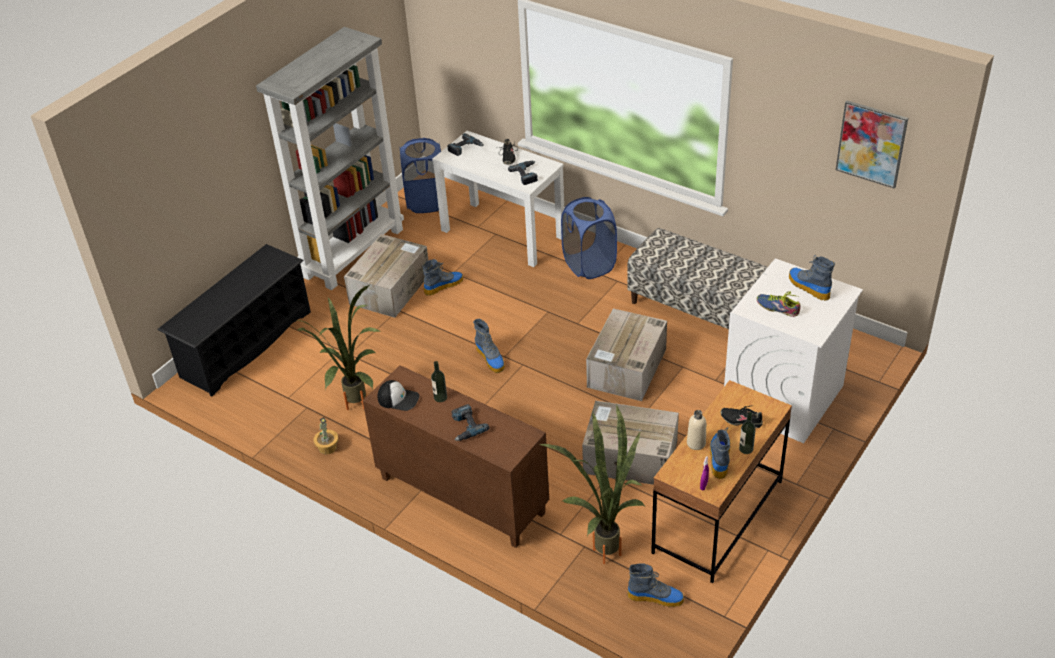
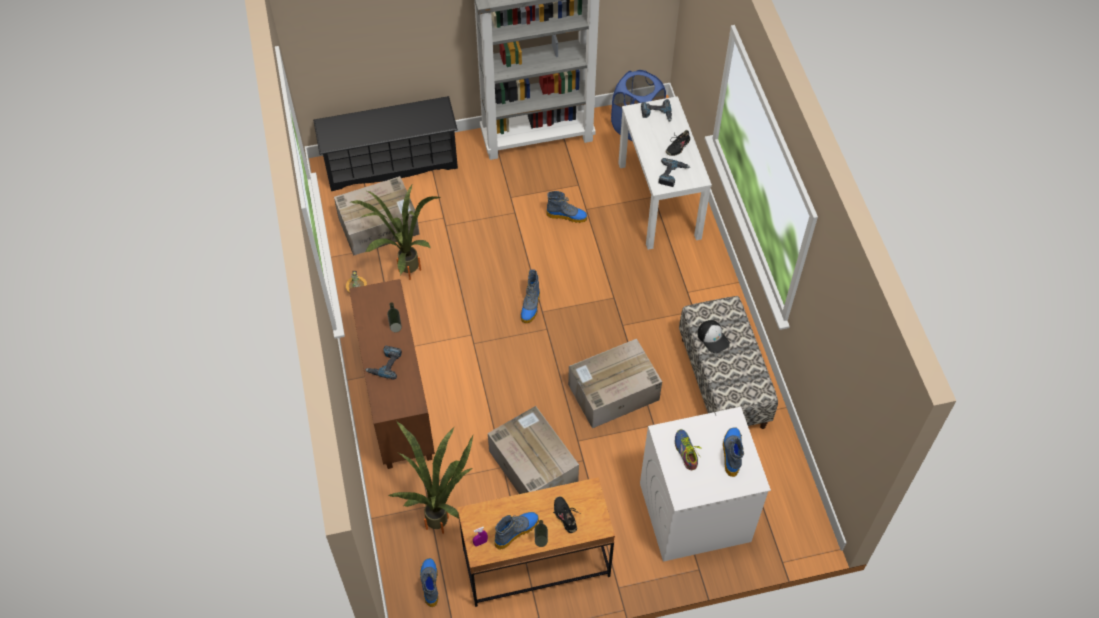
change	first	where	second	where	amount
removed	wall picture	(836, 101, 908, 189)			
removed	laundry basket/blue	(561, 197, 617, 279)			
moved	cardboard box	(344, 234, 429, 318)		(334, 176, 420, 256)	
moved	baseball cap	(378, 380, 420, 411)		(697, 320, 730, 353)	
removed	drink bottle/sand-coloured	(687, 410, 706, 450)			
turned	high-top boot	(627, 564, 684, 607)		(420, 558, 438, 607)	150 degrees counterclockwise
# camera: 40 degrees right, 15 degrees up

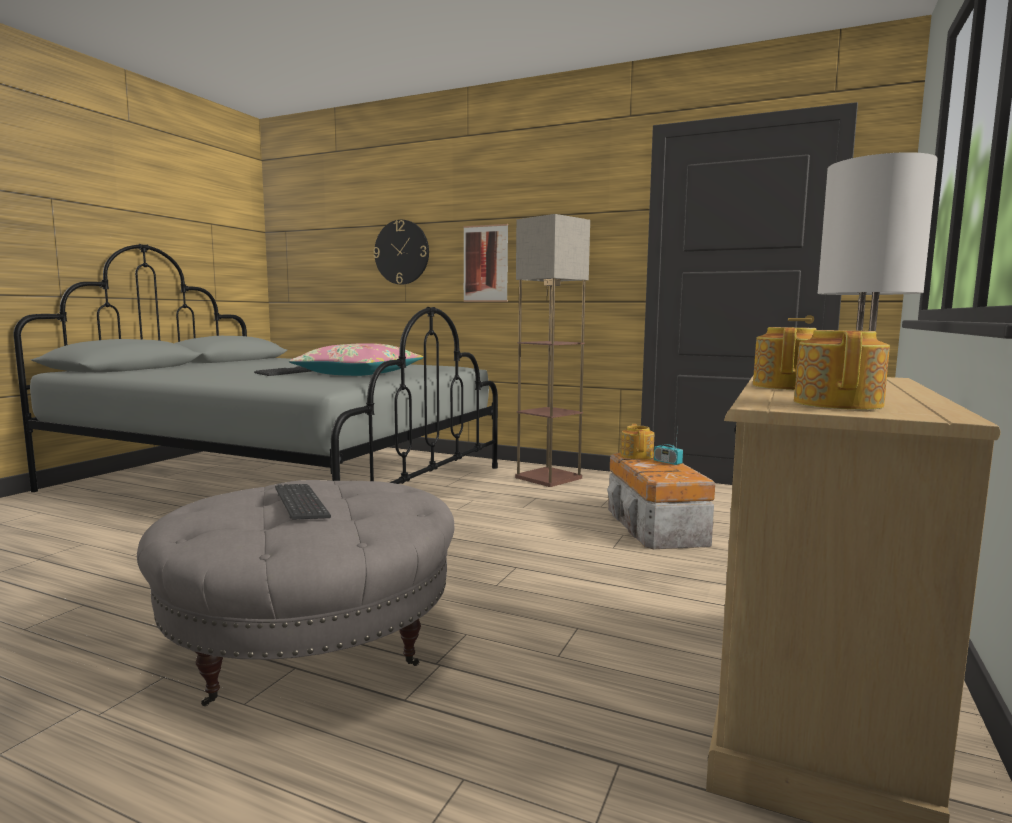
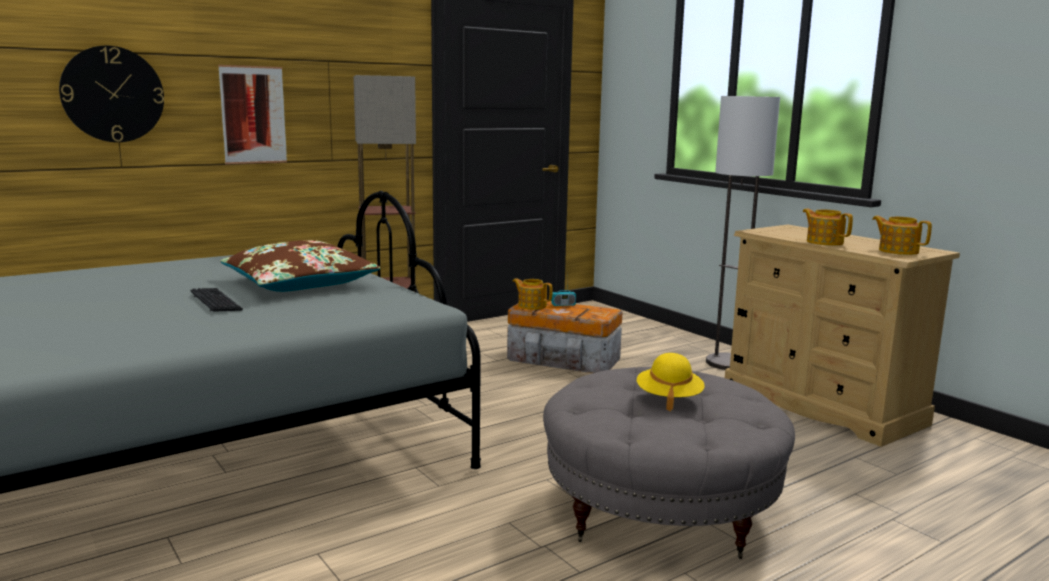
change	first	where	second	where	amount
recoloured	pillow/pink-coloured	(289, 343, 423, 376)	pillow/brown-coloured	(220, 240, 380, 292)	
replaced	PC keyboard	(275, 484, 331, 520)	clothing hat/yellow-coloured	(637, 353, 705, 411)	
# camera: 60 degrees left, 5 degrees up

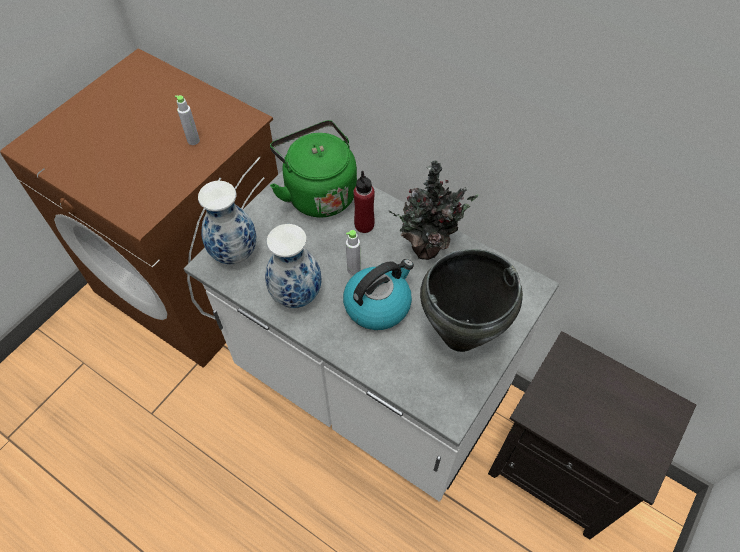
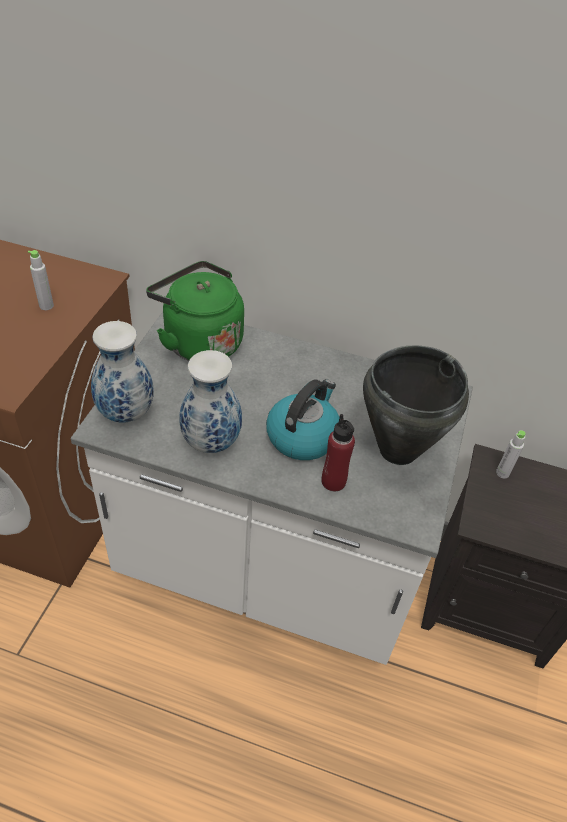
change	first	where	second	where	amount
removed	plant in a pot	(388, 160, 478, 260)			
moved	drink bottle/red	(353, 171, 375, 233)		(322, 414, 355, 491)	
moved	drink bottle/grey	(346, 230, 361, 275)		(496, 430, 526, 479)	
# camera: 20 degrees left, 10 degrees down

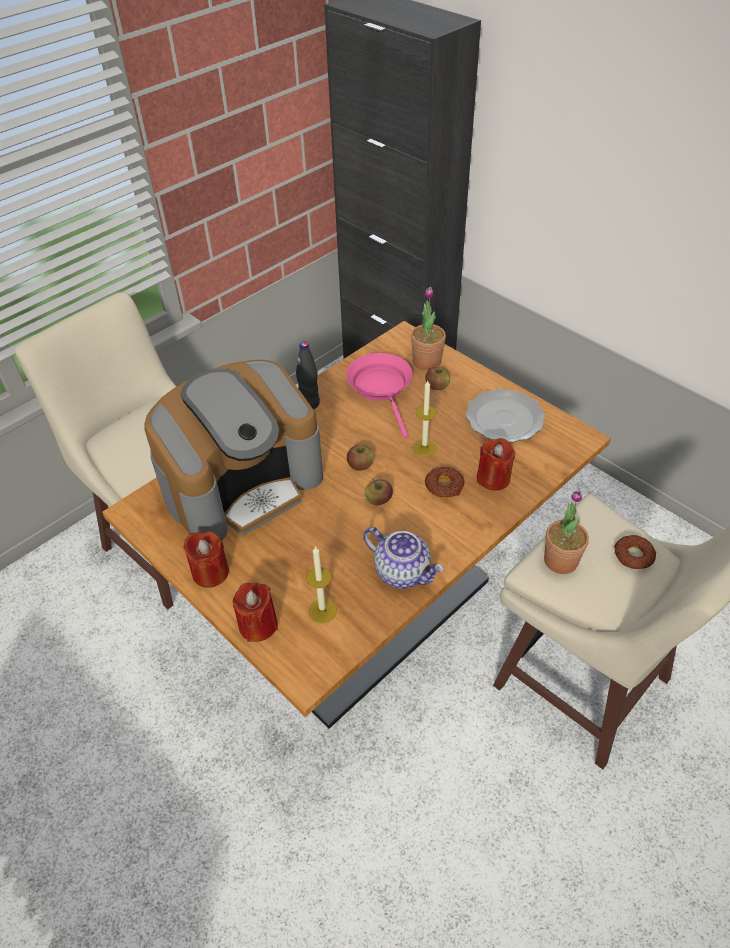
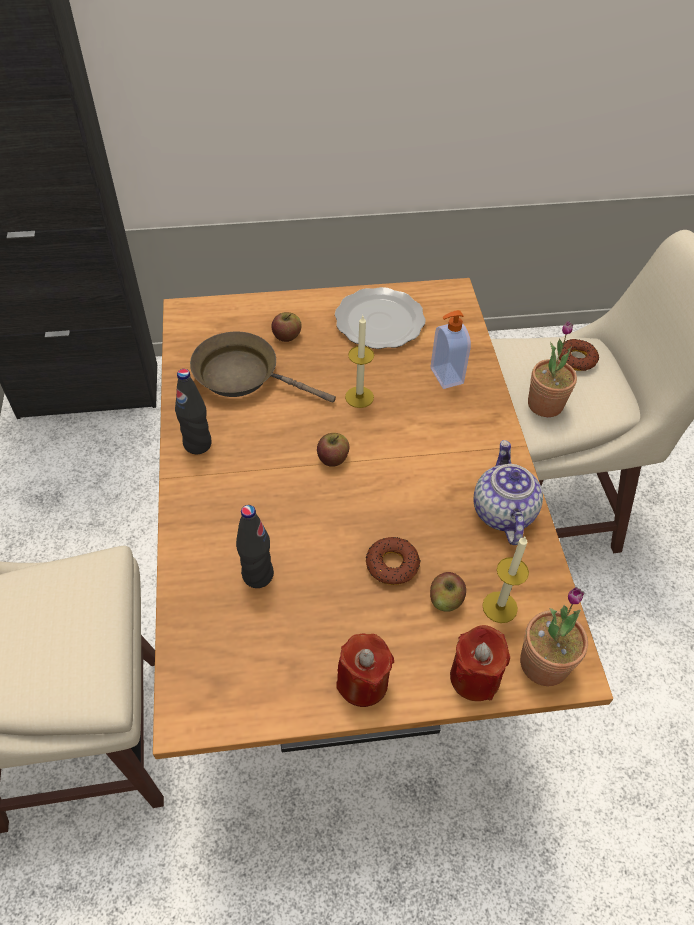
change	first	where	second	where	amount
moved	plant in a pot	(411, 287, 446, 370)		(520, 587, 588, 686)	
recoloured	skillet/pink-coloured	(346, 353, 412, 439)	skillet/brown-coloured	(190, 331, 336, 402)	
replaced	coffee machine	(144, 360, 323, 540)	drink bottle/black	(236, 505, 274, 588)	
replaced	candle/red	(477, 438, 515, 491)	soap dispenser	(431, 310, 471, 389)	
moved	doughnut	(425, 467, 465, 498)		(366, 537, 420, 585)	
moved	whole apple	(365, 479, 393, 506)		(430, 572, 466, 612)	
turned	tea pot	(363, 527, 444, 589)		(474, 440, 543, 545)	75 degrees counterclockwise
# camera: 55 degrees left, 5 degrees up

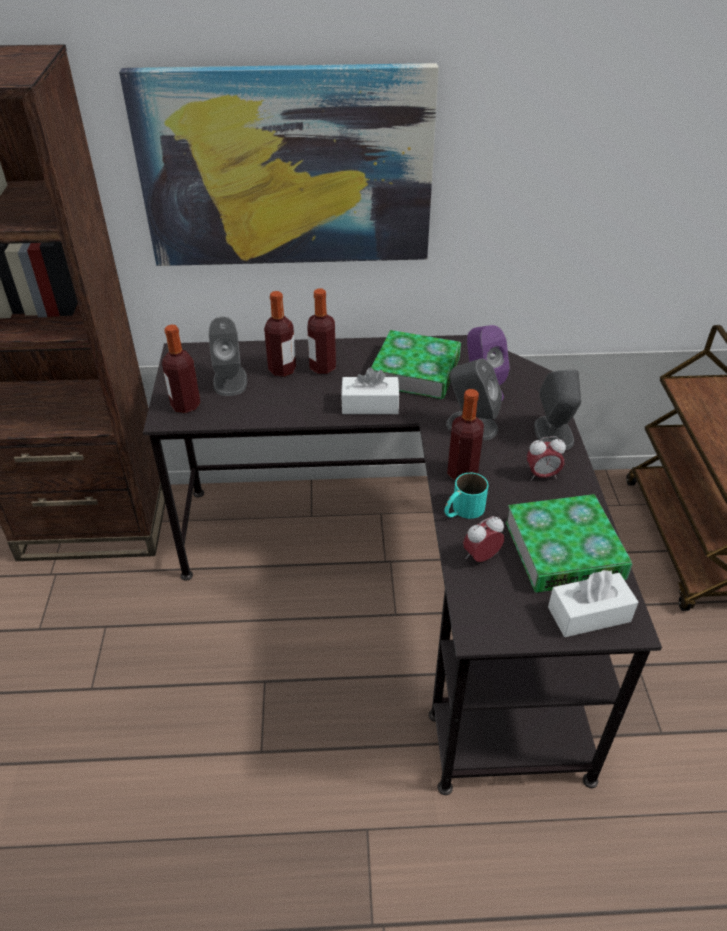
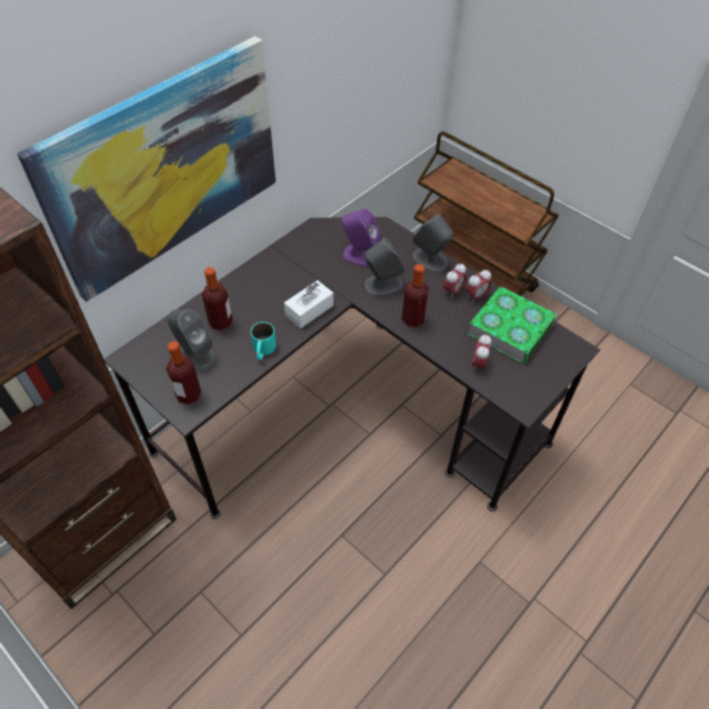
change	first	where	second	where	amount
removed	drink bottle	(307, 289, 336, 374)			
removed	bound book	(371, 330, 461, 399)			
moved	coffee mug/turquoise-coloured	(444, 473, 488, 519)		(251, 322, 276, 360)	
removed	tissue holder/whitish	(548, 570, 638, 637)			
added			bedside clock	(465, 269, 492, 303)	
# camera: 45 degrees left, 10 degrees up

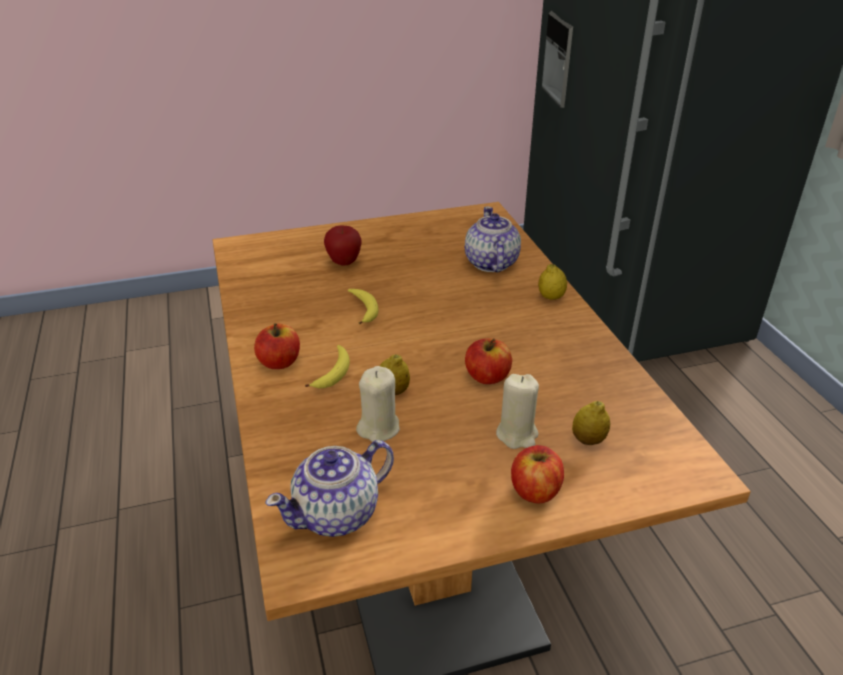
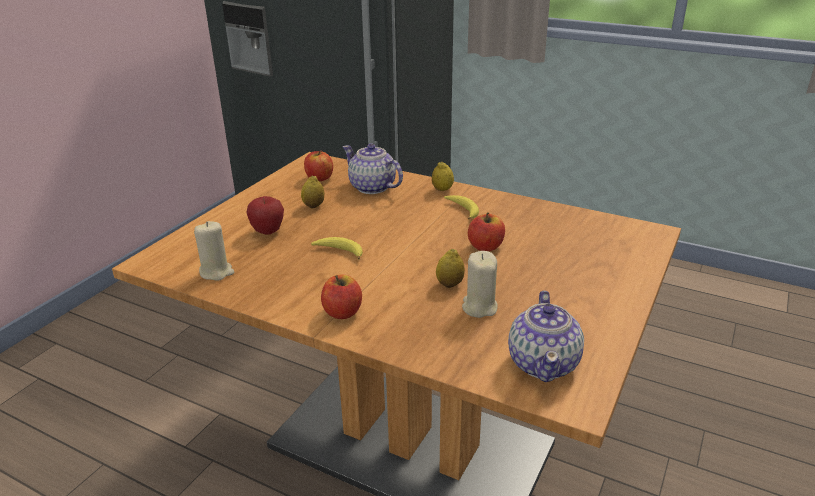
change	first	where	second	where	amount
moved	banana	(305, 345, 350, 389)		(444, 195, 479, 220)	
moved	candle/sand-coloured	(496, 374, 539, 449)		(194, 221, 234, 281)	
moved	citrus fruit	(572, 401, 610, 445)		(301, 176, 324, 208)	
moved	whole apple	(511, 445, 564, 504)		(304, 151, 333, 181)	
# camera: 45 degrees left, 5 degrees down

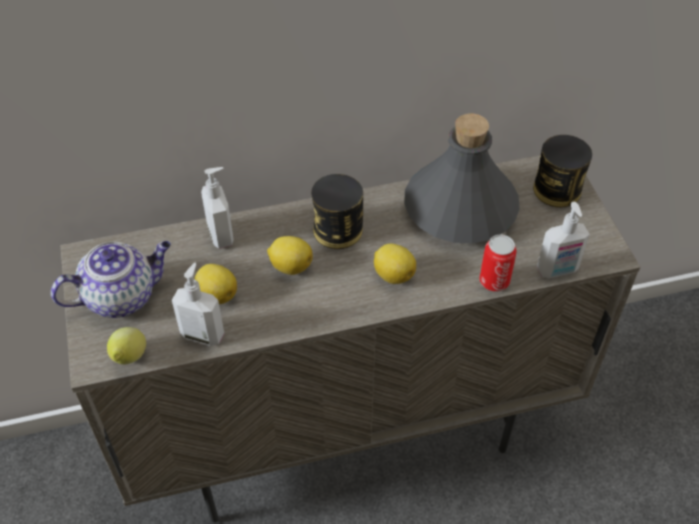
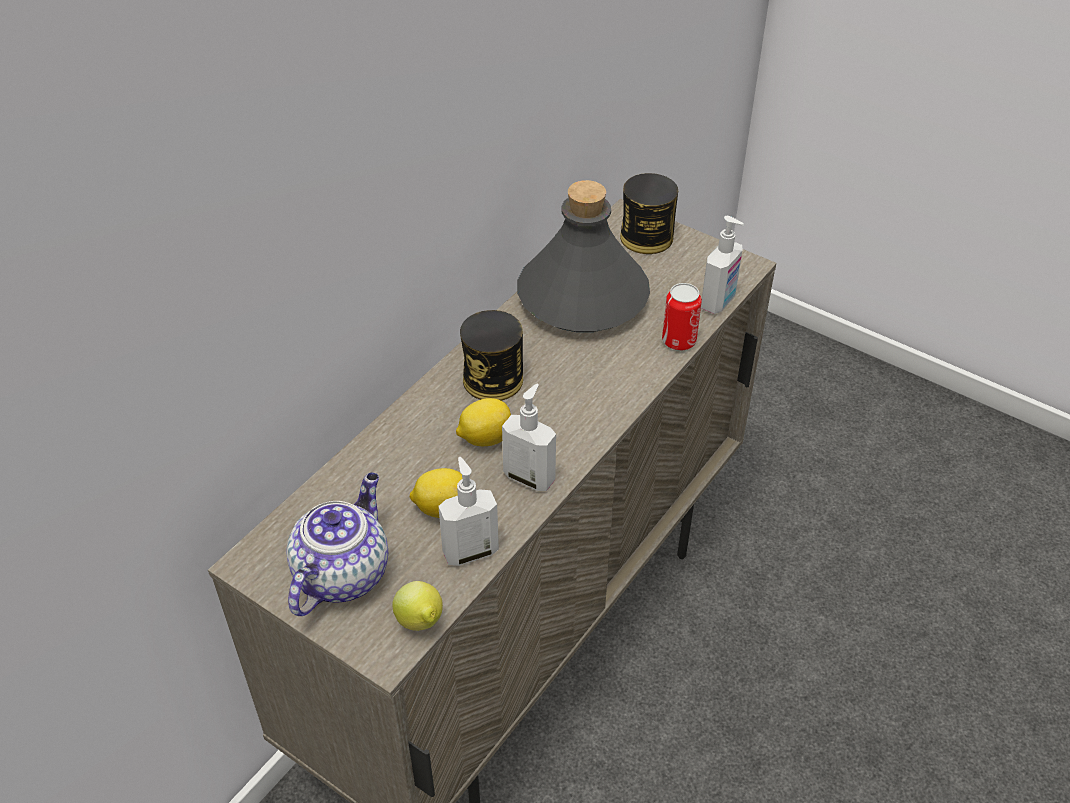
change	first	where	second	where	amount
moved	soap dispenser	(201, 167, 234, 249)		(502, 384, 556, 491)	
removed	citrus fruit	(374, 244, 416, 284)			
# camera: 40 degrees left, 5 degrees down

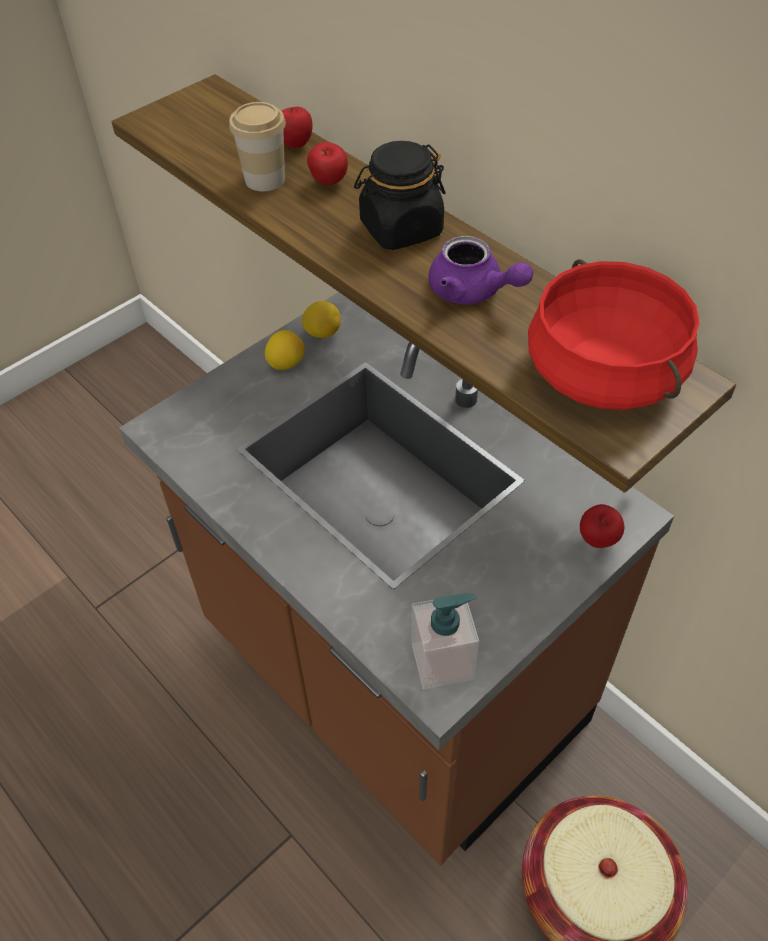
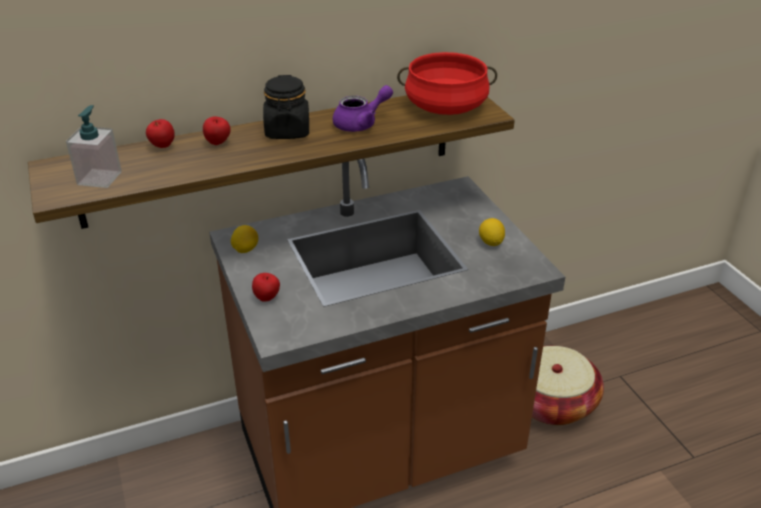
change	first	where	second	where	amount
removed	drinking cup	(229, 102, 286, 191)			
moved	citrus fruit	(265, 330, 304, 370)		(479, 218, 505, 246)	
moved	whole apple	(580, 504, 624, 548)		(252, 273, 280, 302)	
moved	soap dispenser	(412, 594, 479, 689)		(66, 105, 122, 188)	
# camera: 70 degrees left, 15 degrees down

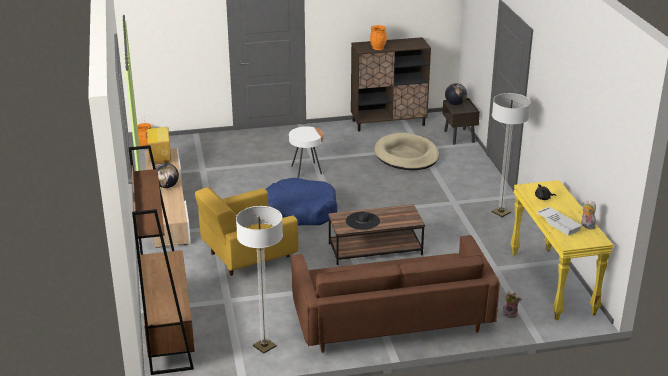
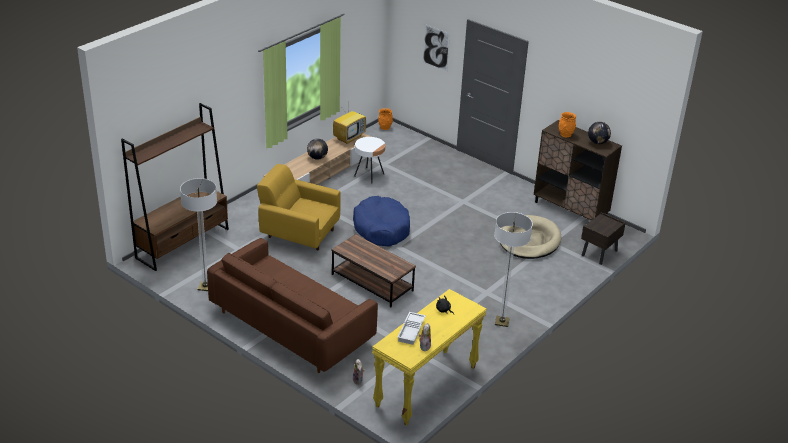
change	first	where	second	where	amount
moved	globe	(445, 83, 467, 105)		(588, 122, 611, 144)	
moved	accent table/whitish	(289, 126, 323, 178)		(354, 137, 385, 184)	
removed	clothing hat/black	(346, 211, 380, 230)			
added			wall picture	(423, 24, 450, 72)	
# camera: 50 degrees right, 5 degrees up

